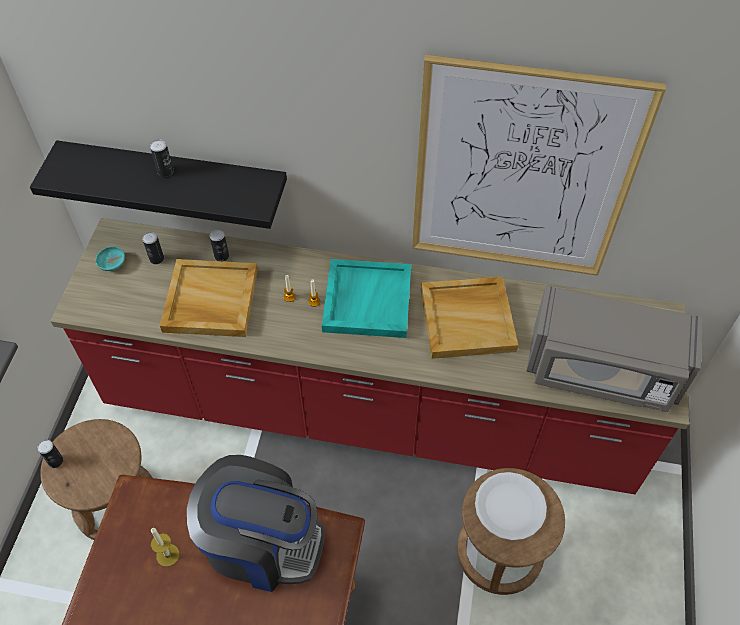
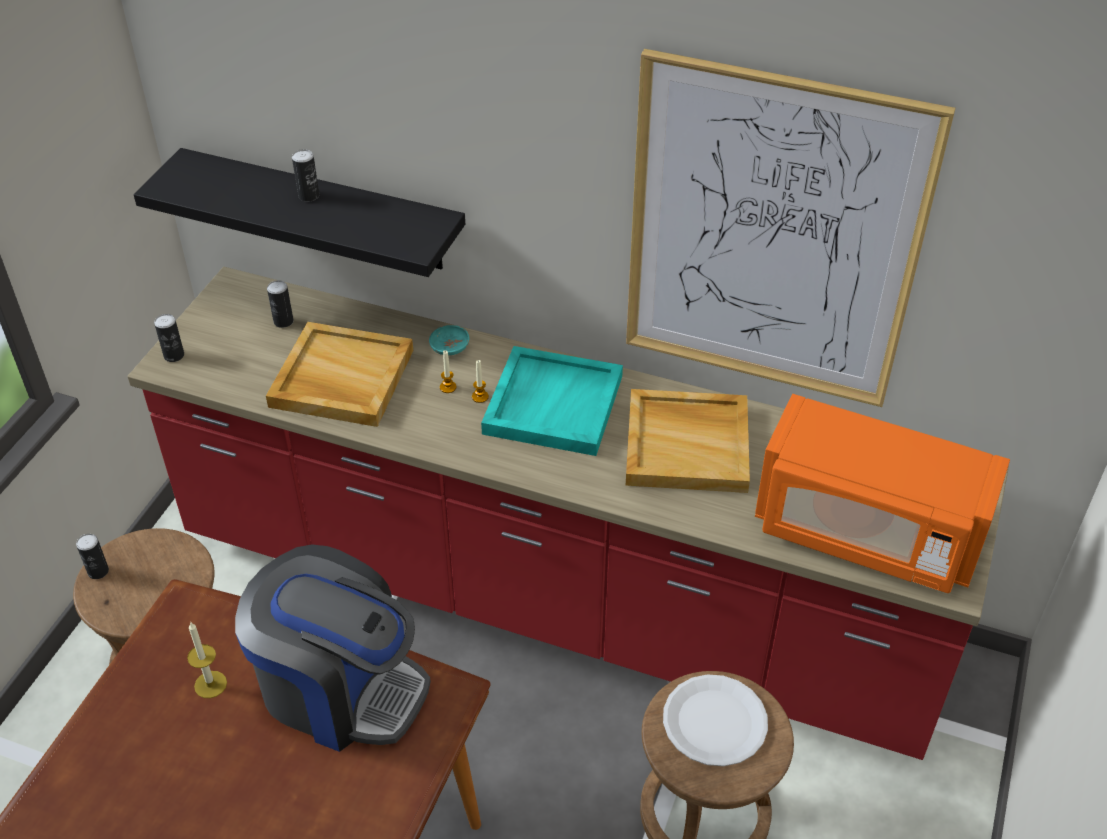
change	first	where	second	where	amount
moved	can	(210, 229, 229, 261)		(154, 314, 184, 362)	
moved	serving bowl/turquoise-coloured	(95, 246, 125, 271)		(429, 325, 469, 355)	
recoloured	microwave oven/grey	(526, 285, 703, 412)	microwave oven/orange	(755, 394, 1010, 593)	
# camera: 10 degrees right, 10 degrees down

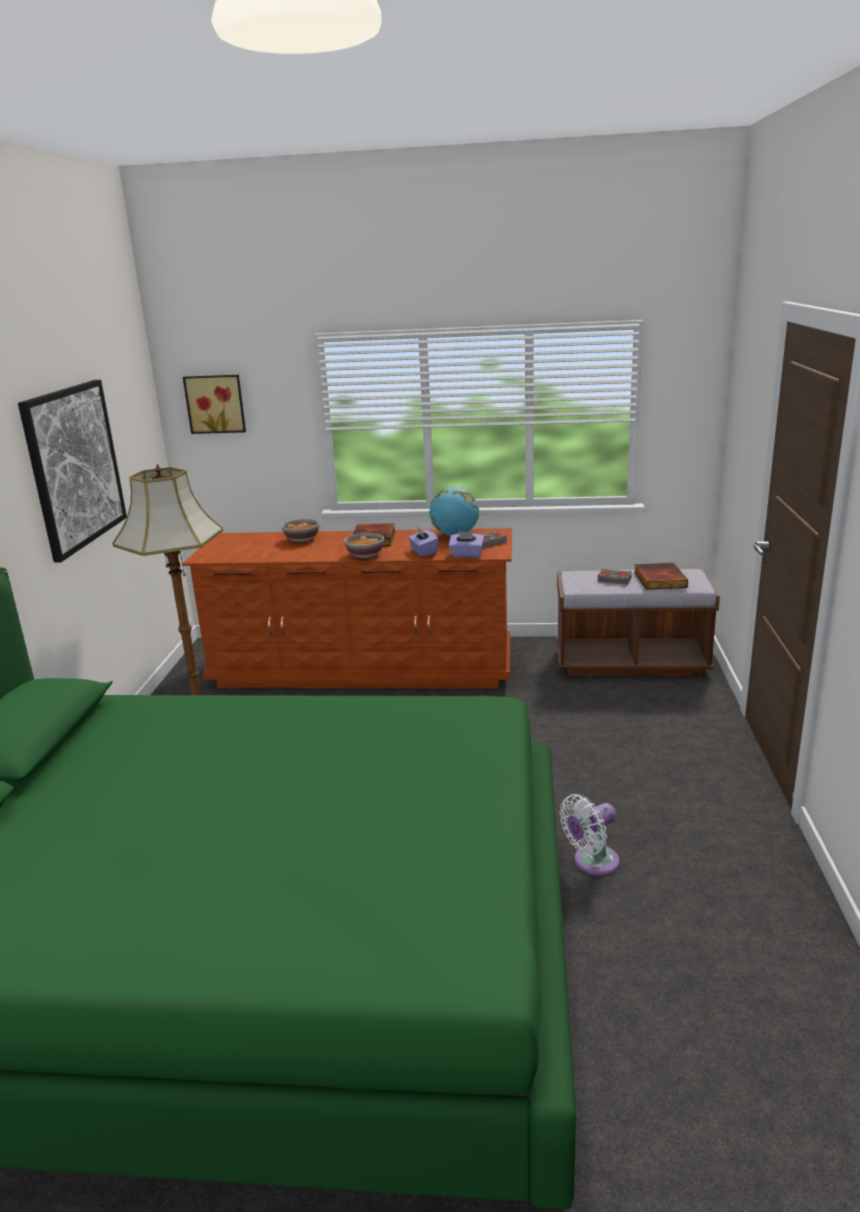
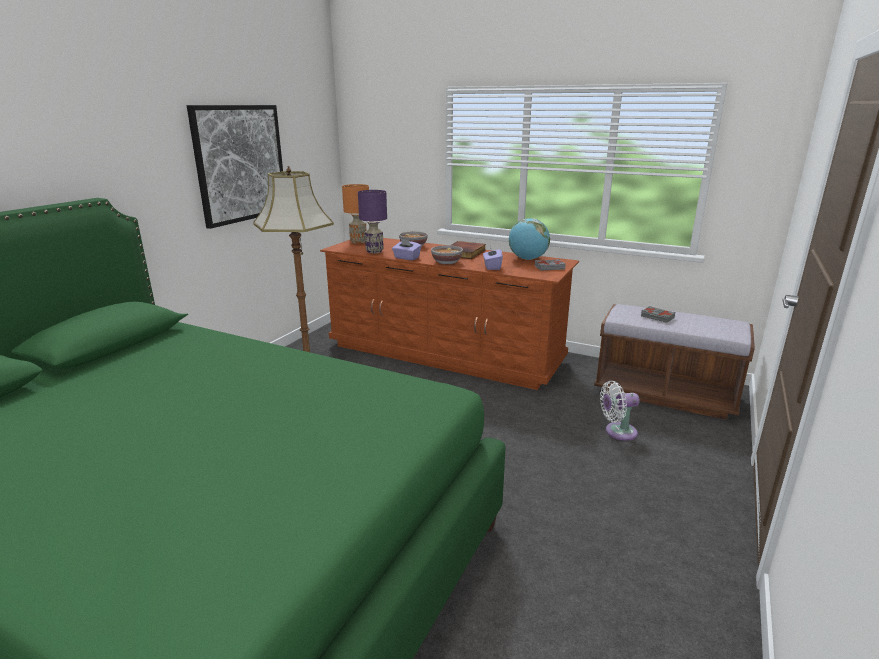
change	first	where	second	where	amount
removed	wall picture	(183, 375, 246, 434)			
moved	tissue holder/purple	(449, 531, 484, 558)		(392, 238, 421, 260)	
removed	bound book	(634, 563, 688, 590)			
moved	cooling fan/whitish	(559, 794, 620, 876)		(600, 381, 639, 441)	
added			lamp for a table/orange	(342, 184, 369, 244)	
added			lamp for a table/purple	(358, 190, 387, 253)	
# camera: 20 degrees right, 0 degrees up

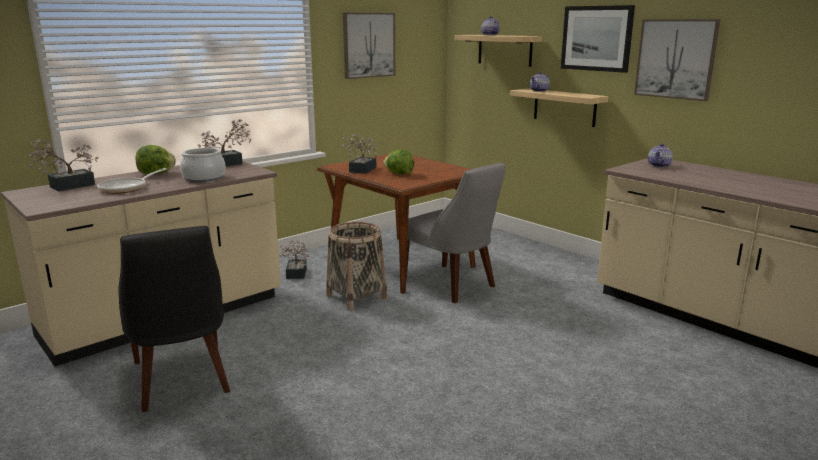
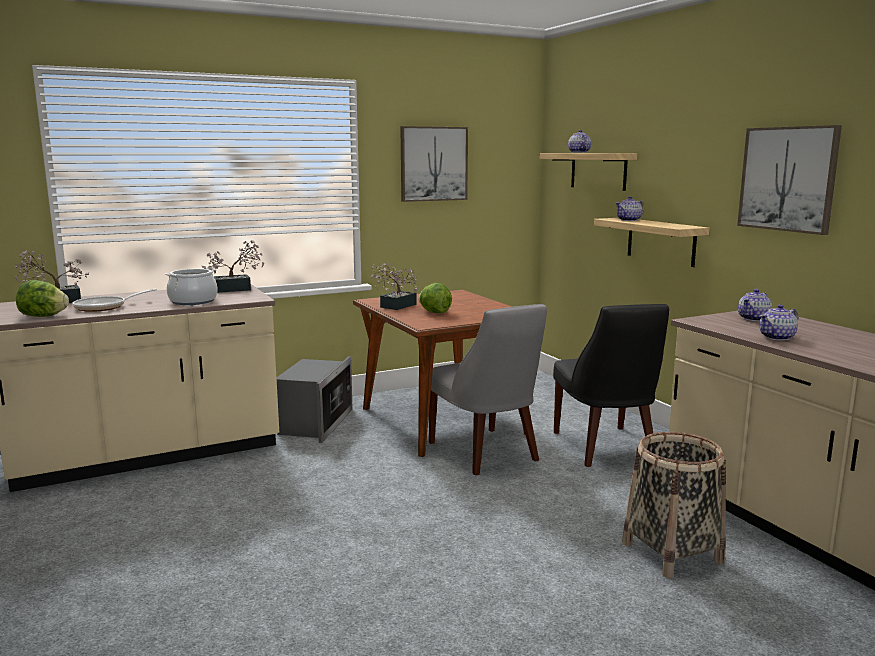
change	first	where	second	where	amount
removed	wall picture	(561, 5, 635, 73)			
moved	head of lettuce	(135, 145, 176, 174)		(16, 280, 69, 317)	
moved	household basket	(326, 222, 387, 311)		(622, 432, 726, 578)	
moved	upright chair/black	(118, 226, 230, 412)		(553, 304, 669, 467)	
replaced	plant in a pot	(279, 240, 312, 279)	microwave oven	(276, 357, 353, 443)	
added			tea pot	(759, 304, 798, 341)	
# camera: 15 degrees right, 5 degrees down

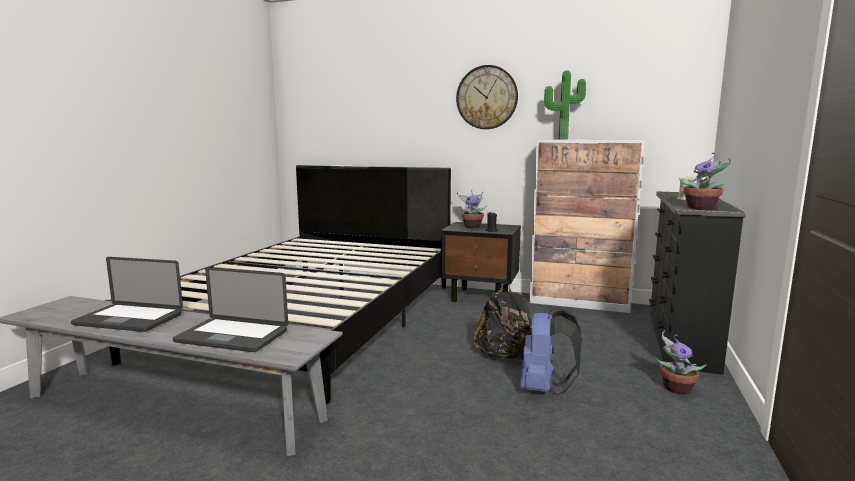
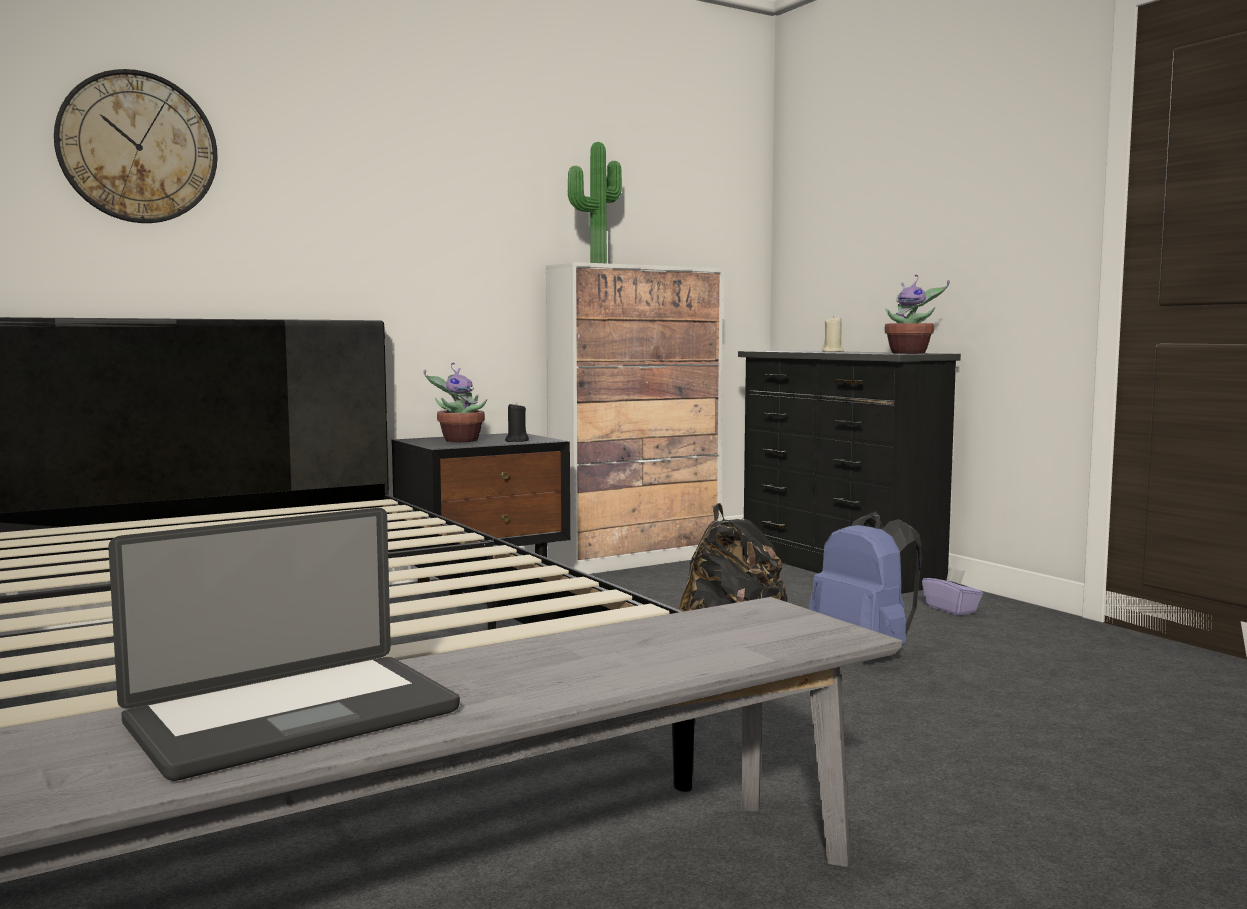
change	first	where	second	where	amount
moved	clock on the wall	(456, 65, 518, 129)		(54, 69, 218, 223)	
removed	portable computer	(173, 267, 288, 352)			
replaced	plant in a pot	(655, 330, 707, 394)	tissue holder/purple	(922, 567, 983, 616)	
# camera: 50 degrees left, 5 degrees down

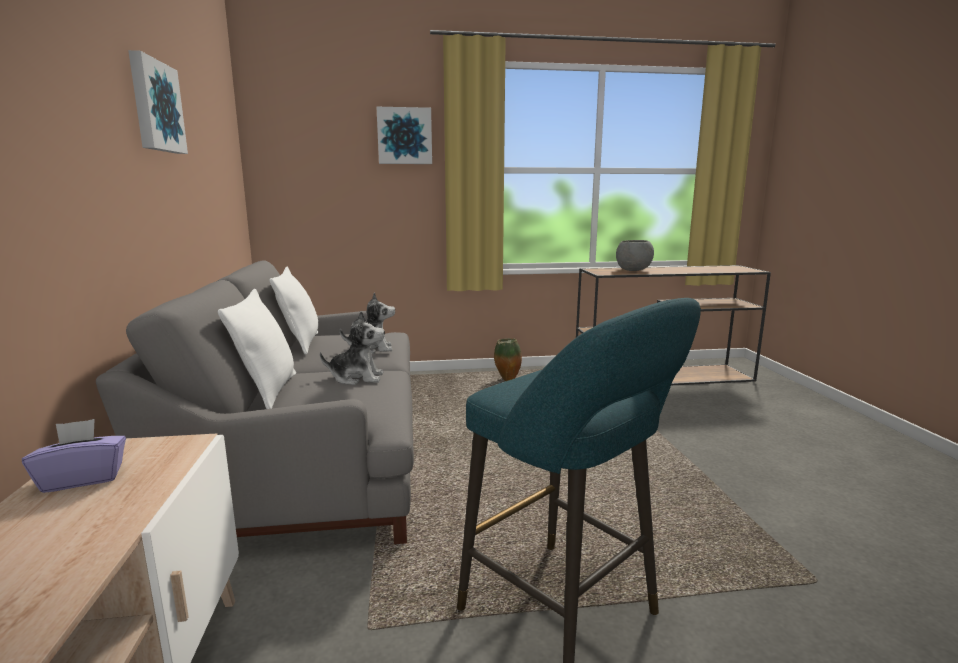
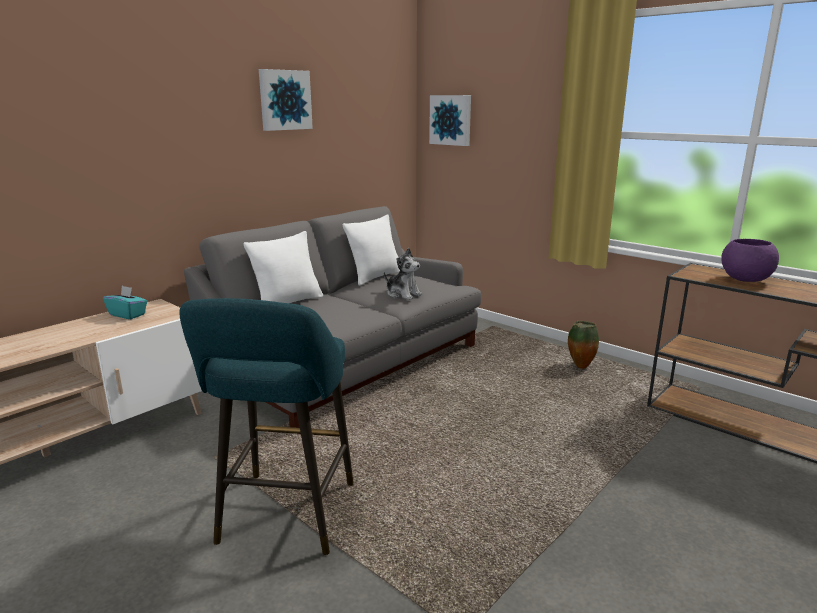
change	first	where	second	where	amount
moved	wall picture	(377, 107, 432, 164)		(429, 95, 471, 146)	
recoloured	serving bowl/grey	(616, 240, 654, 271)	serving bowl/purple	(721, 239, 779, 282)	
removed	cuddly toy	(320, 311, 385, 385)			
recoloured	tissue holder/purple	(22, 419, 126, 493)	tissue holder/turquoise-coloured	(103, 286, 147, 319)	
# camera: 50 degrees right, 5 degrees up

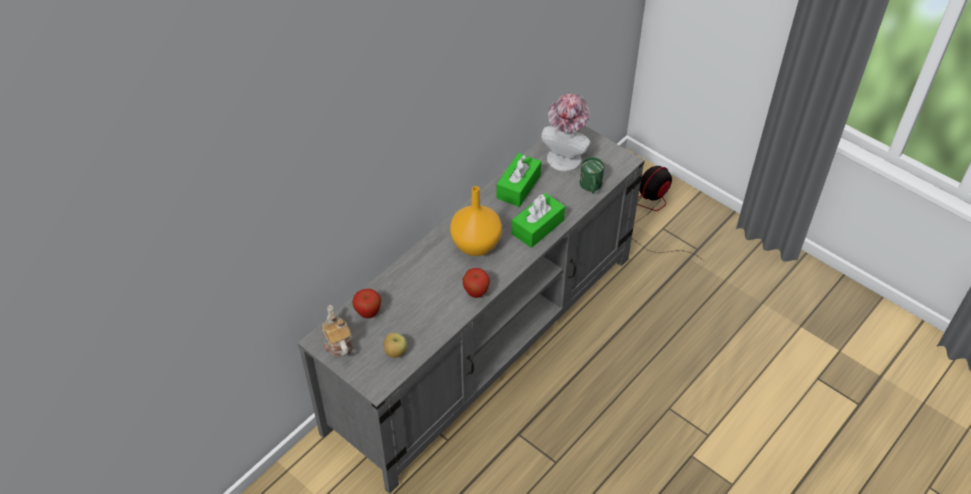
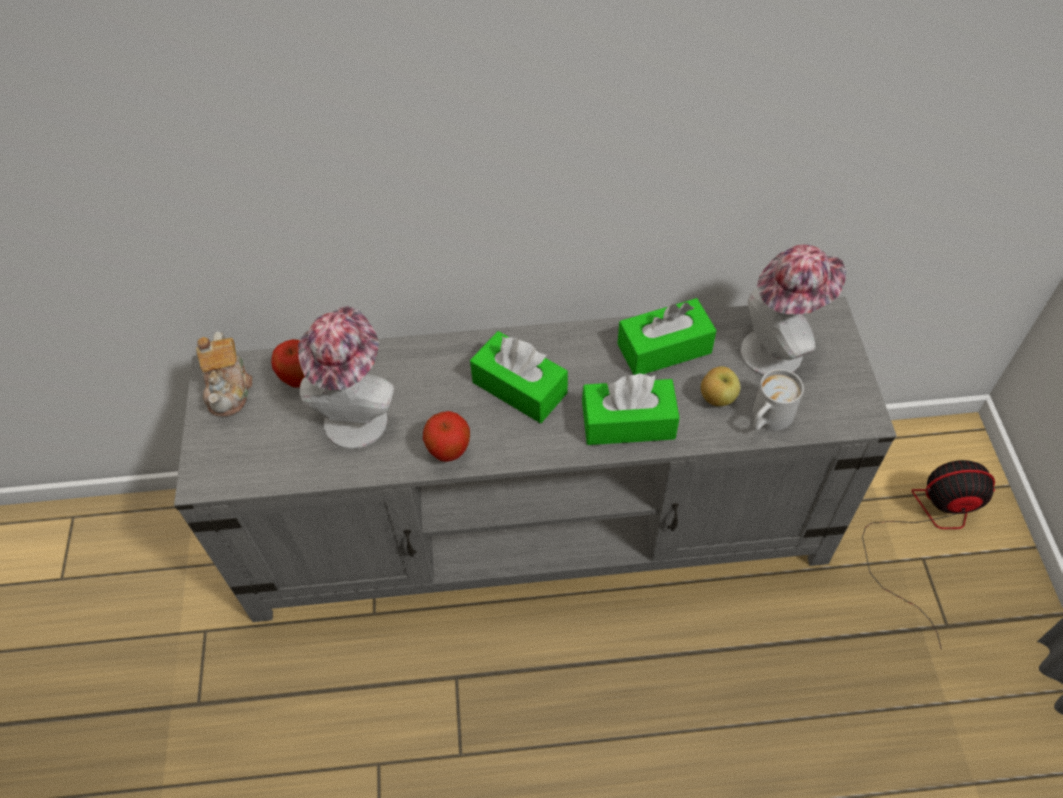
change	first	where	second	where	amount
recoloured	coffee mug/greenish	(580, 157, 604, 194)	coffee mug/whitish	(753, 369, 804, 431)	
replaced	flower vase/orange	(450, 186, 502, 256)	tissue holder/greenish	(470, 331, 568, 423)	
turned	tea pot	(322, 305, 353, 356)		(196, 331, 252, 417)	150 degrees clockwise
moved	whole apple	(384, 333, 407, 358)		(701, 366, 740, 406)	
added			clothing hat	(298, 306, 394, 449)	
# camera: 45 degrees right, 5 degrees up

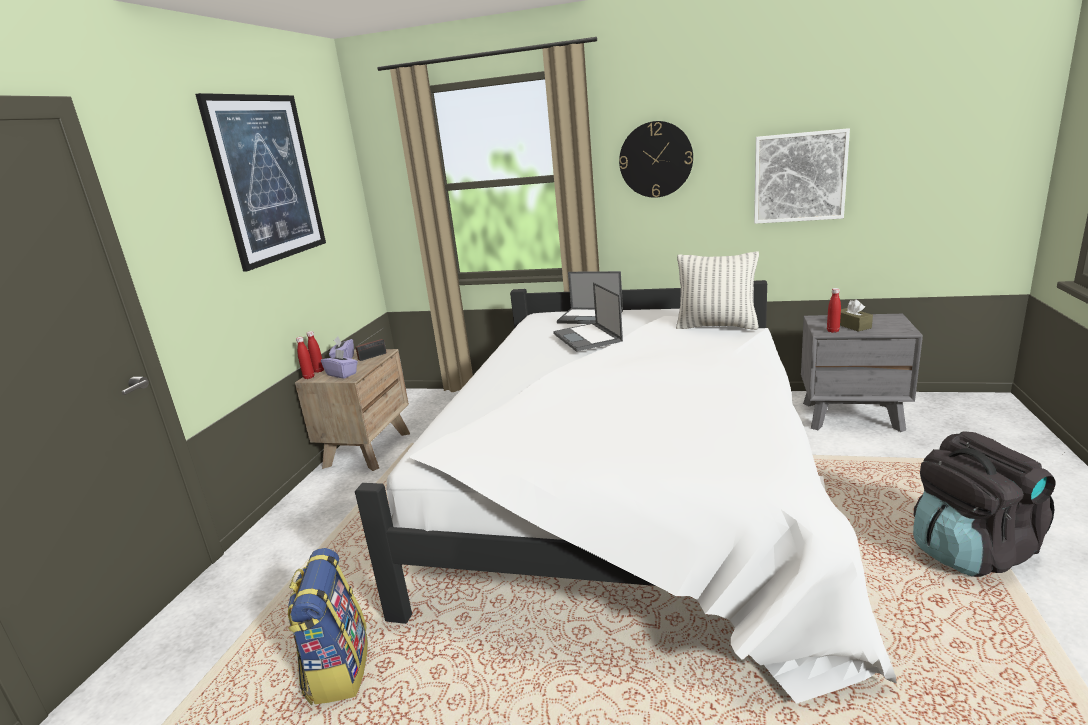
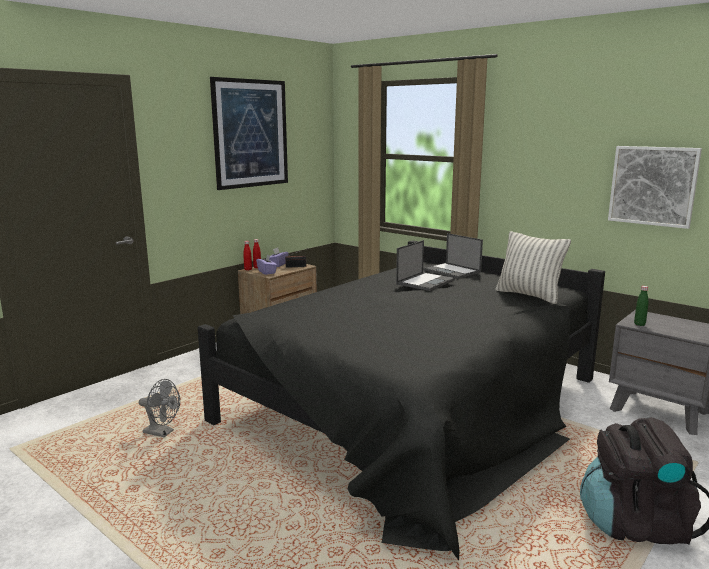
change	first	where	second	where	amount
removed	clock on the wall	(619, 121, 693, 198)			
recoloured	bedroom bed/whitish	(355, 280, 897, 704)	bedroom bed/black	(198, 241, 605, 560)	
turned	portable computer	(553, 282, 623, 351)		(396, 240, 455, 291)	150 degrees counterclockwise
recoloured	drink bottle/red	(827, 288, 841, 333)	drink bottle/greenish	(634, 286, 648, 326)	
removed	tissue holder/brown-coloured	(840, 299, 873, 332)			
replaced	knapsack	(288, 548, 368, 705)	cooling fan/grey	(139, 379, 180, 437)	
# camera: 25 degrees right, 5 degrees down

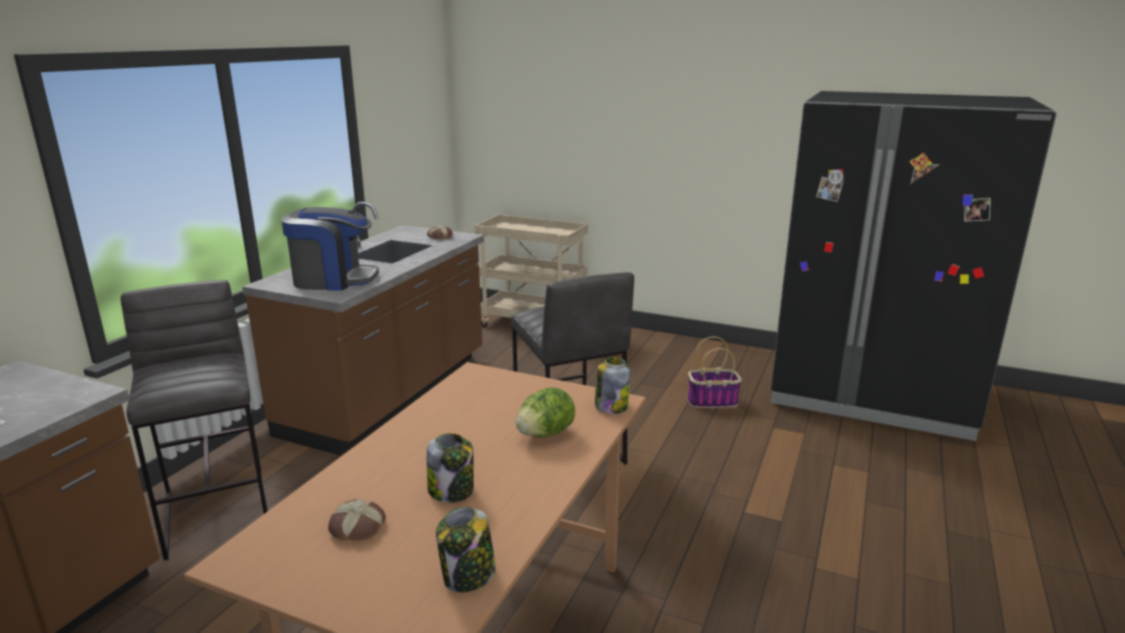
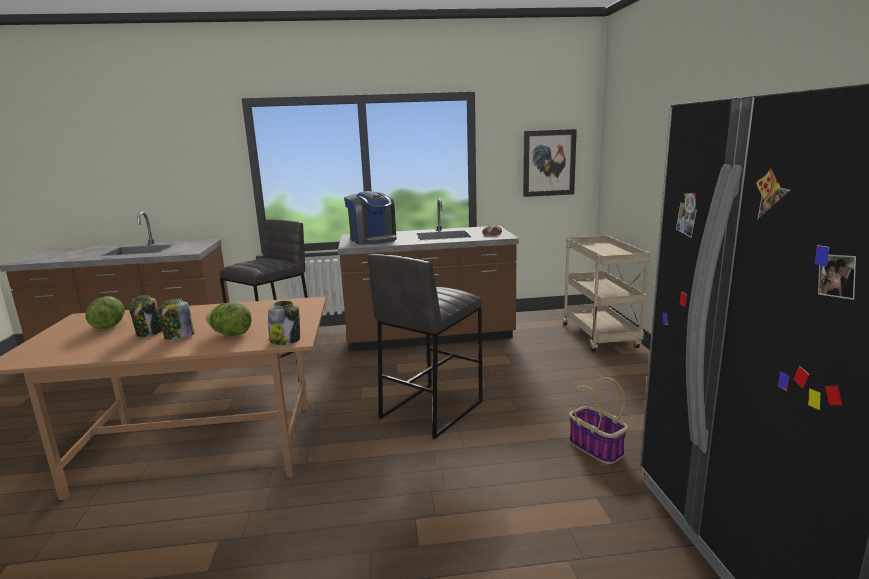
change	first	where	second	where	amount
replaced	bread	(328, 499, 386, 541)	head of lettuce	(85, 296, 125, 329)	
moved	preserve jar	(436, 506, 496, 593)		(159, 298, 194, 340)	
added			wall picture	(523, 129, 577, 197)	
# camera: 60 degrees right, 5 degrees down

